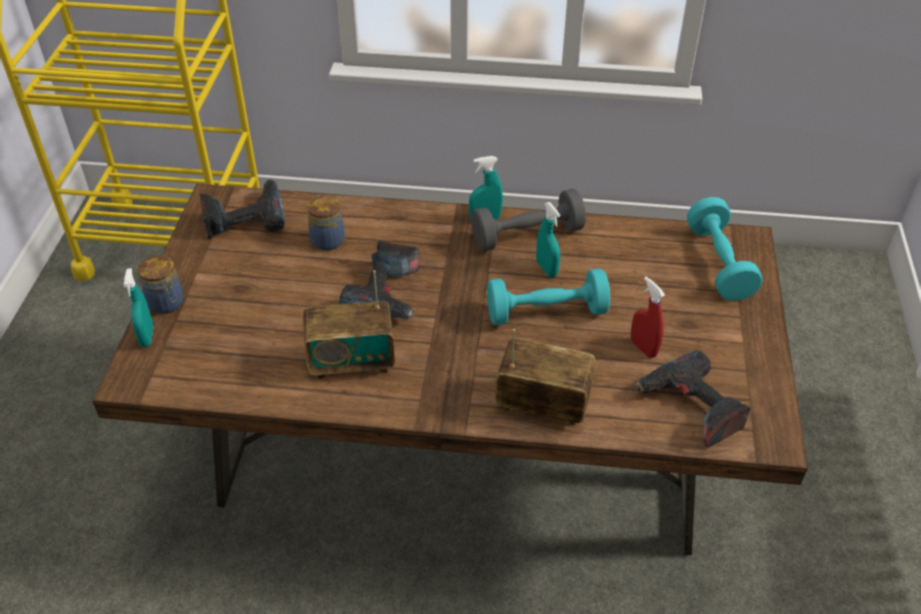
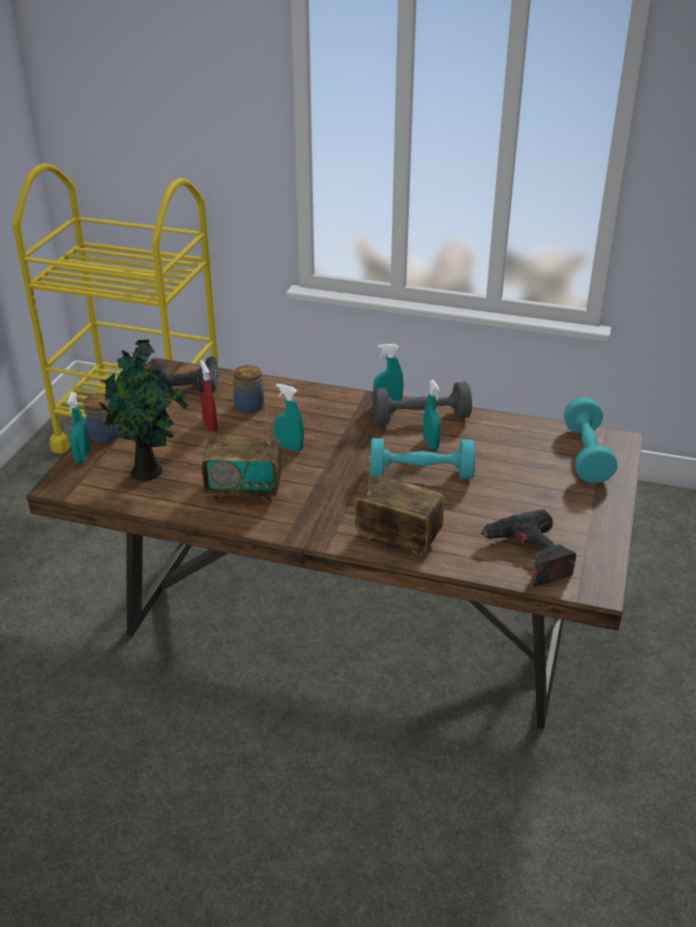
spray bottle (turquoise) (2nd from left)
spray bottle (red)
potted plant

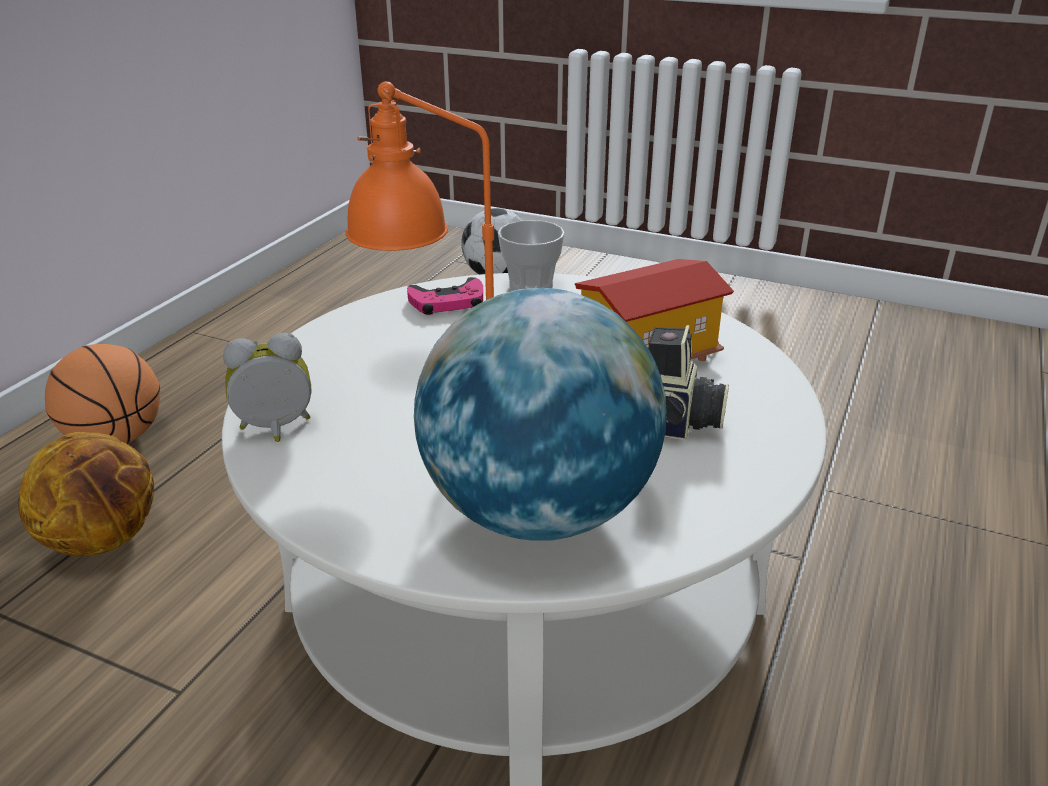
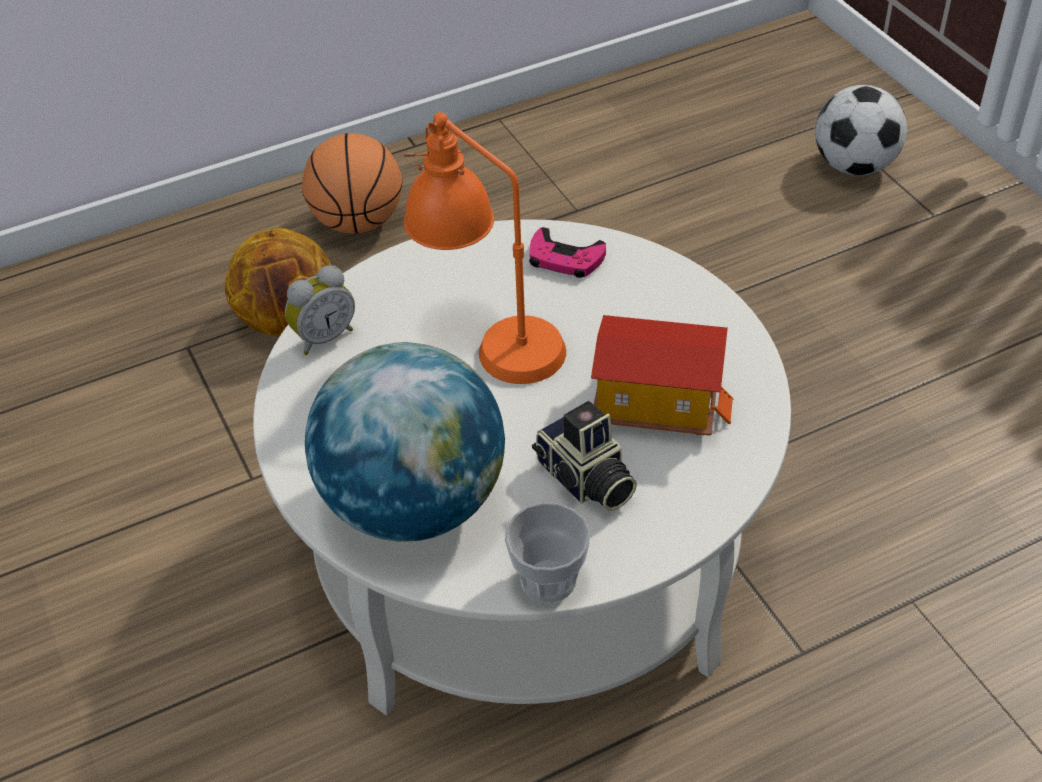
alarm clock
cup

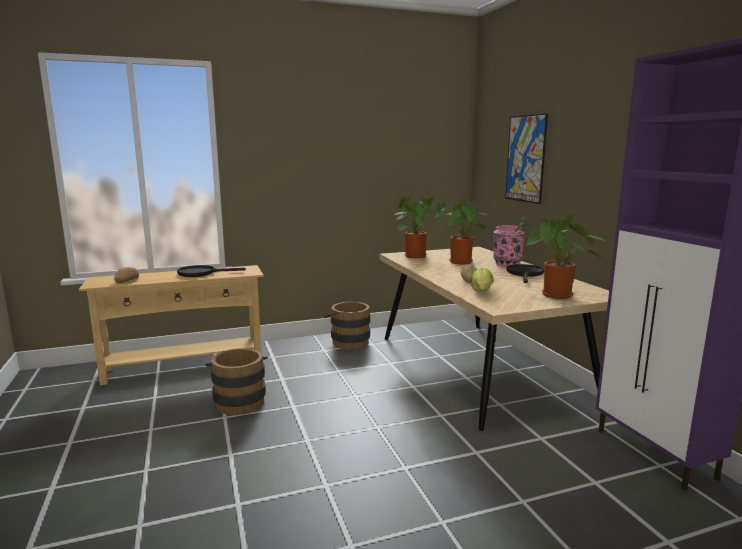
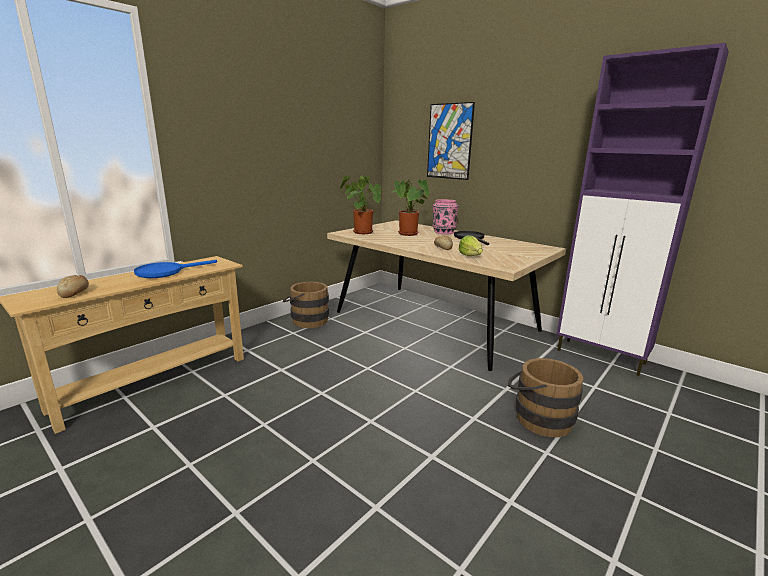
frying pan (blue)
bucket (brown) (2nd from left)
potted plant (3rd from left in the first image)

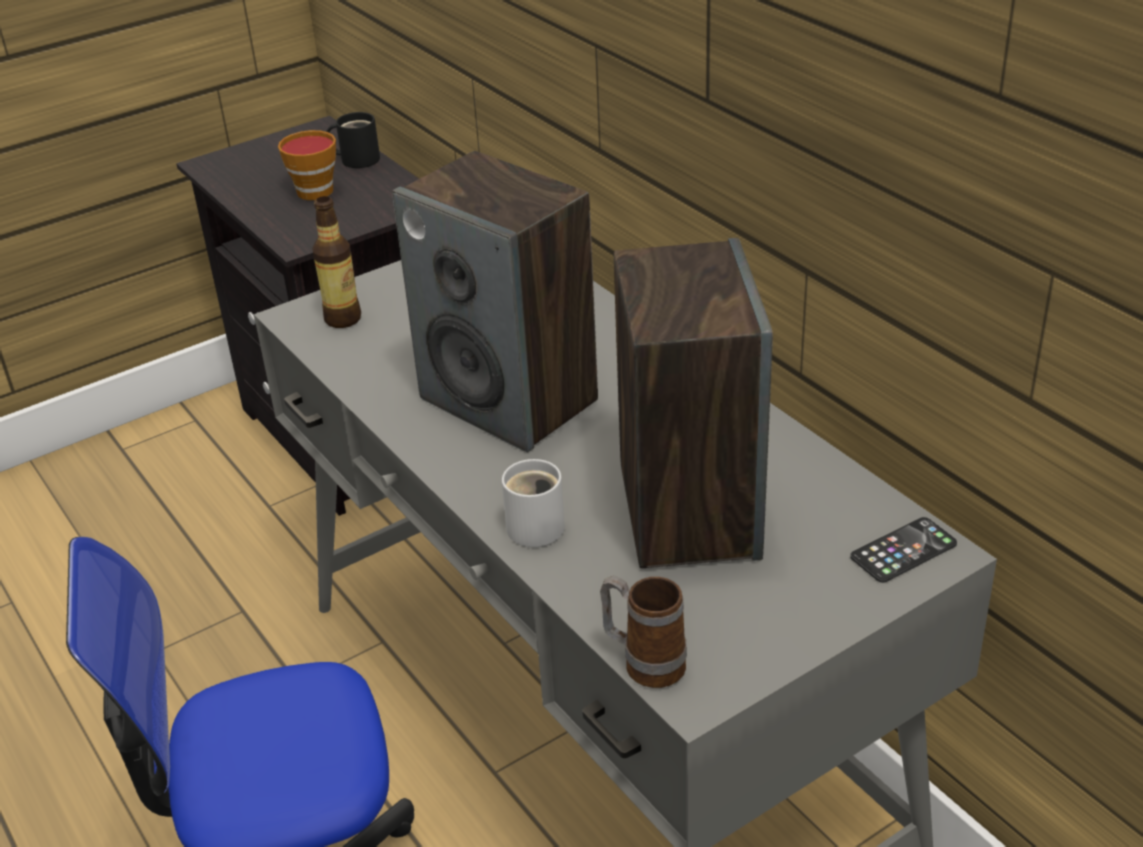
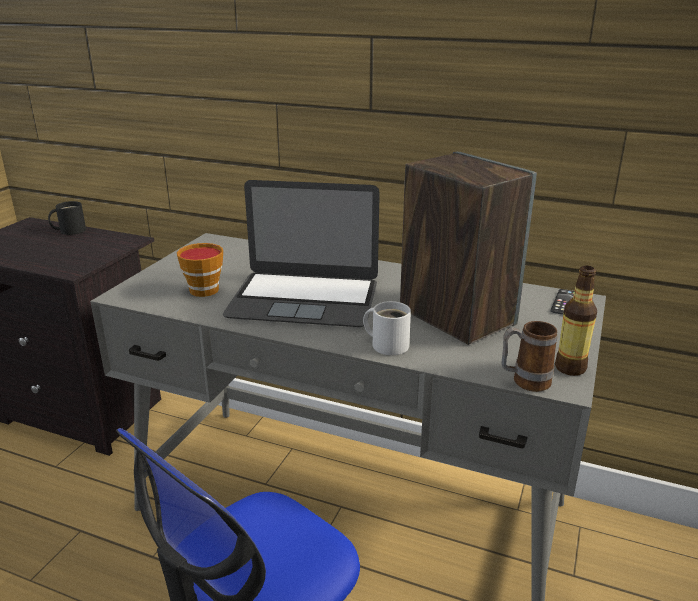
cup
bottle
laptop

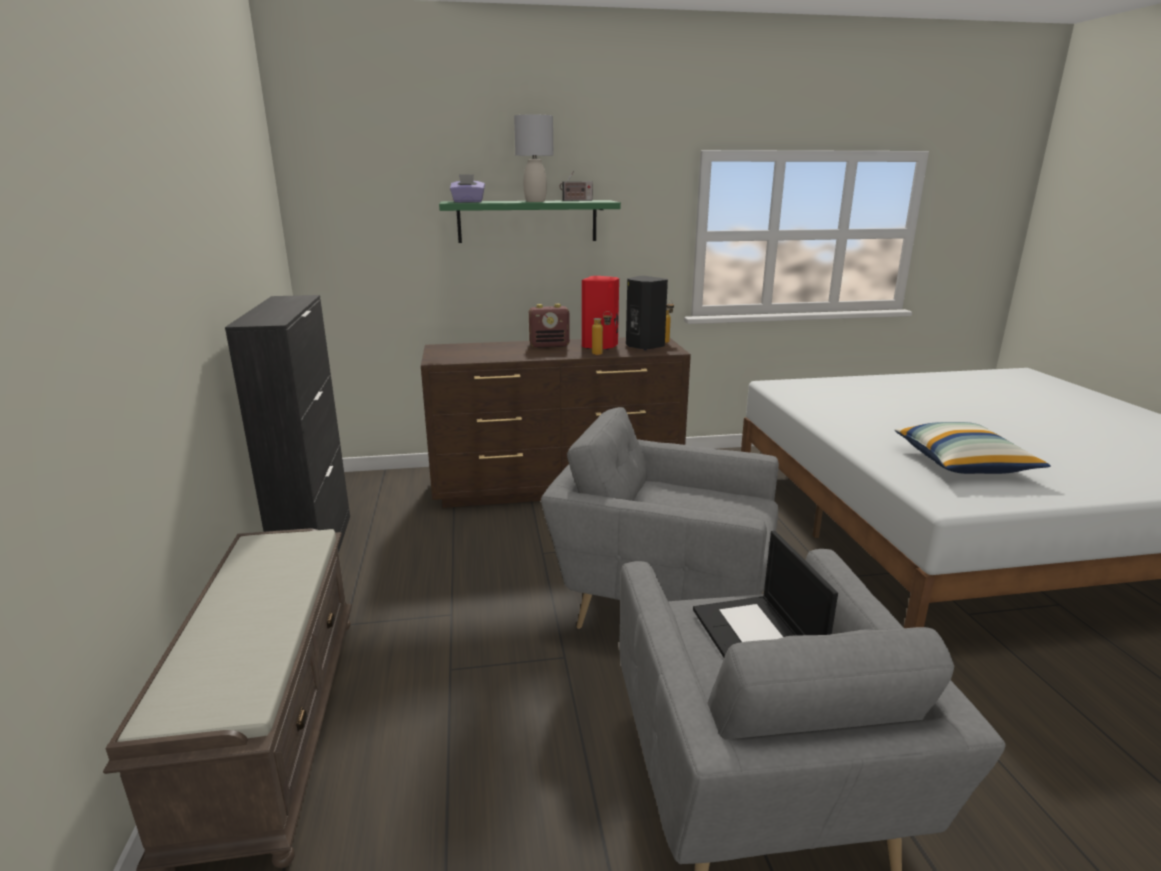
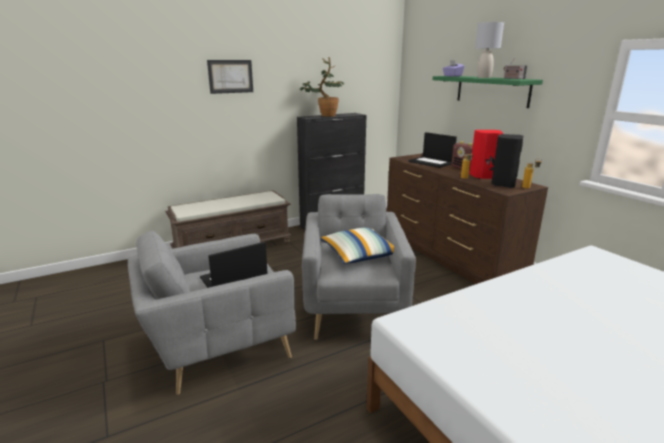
pillow
picture
potted plant
laptop (2nd from left)

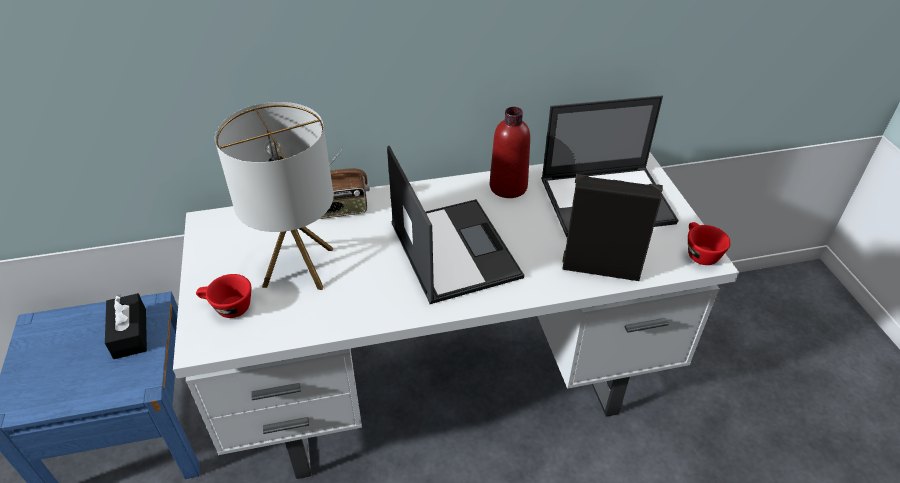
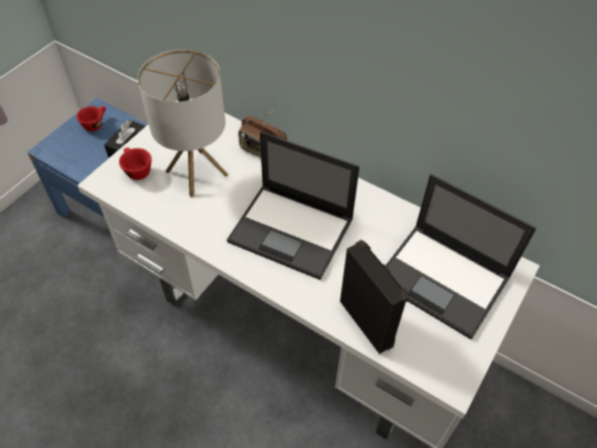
laptop (1st from left)
bottle (red)
cup (red) (1st from left)

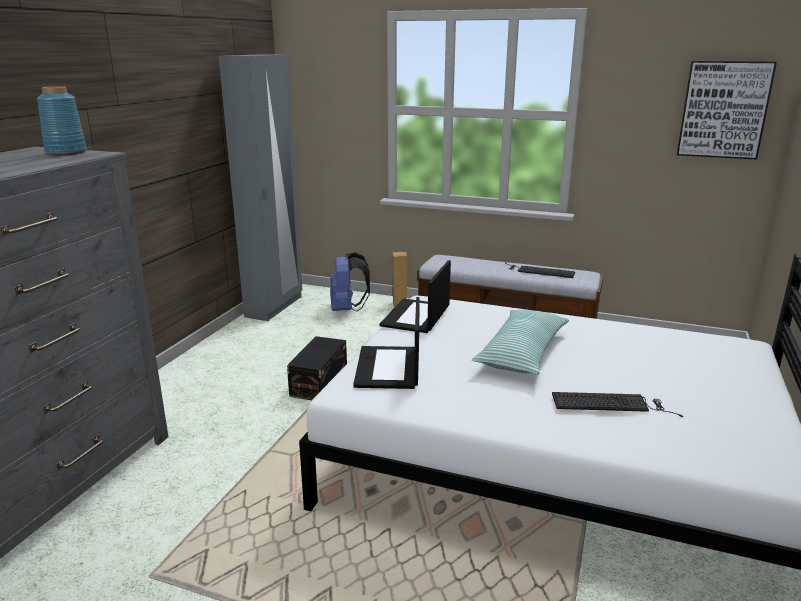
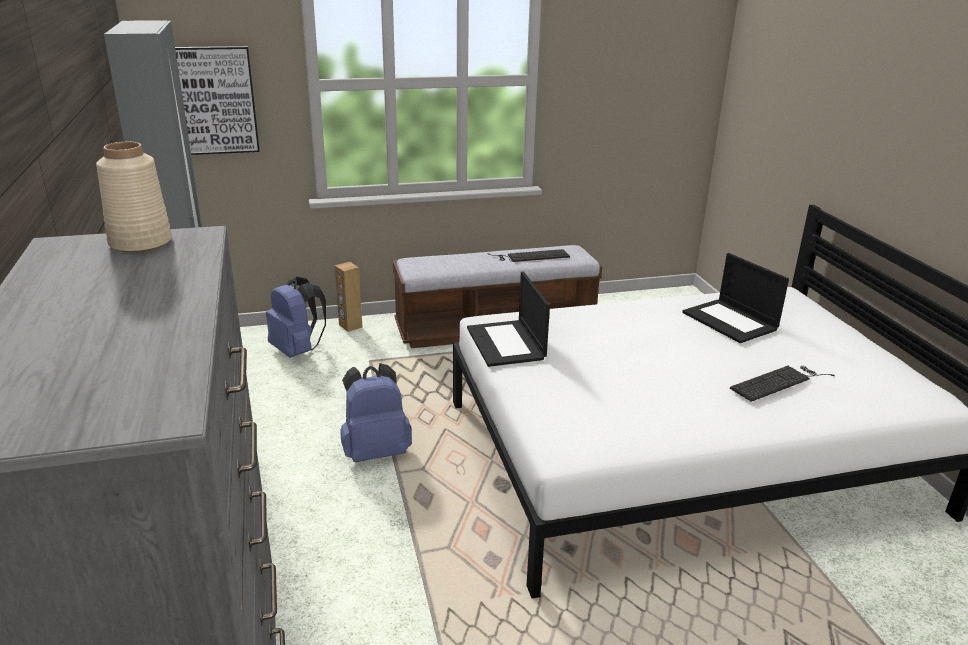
vase (beige)
backpack (blue) (2nd from left)
laptop (2nd from left)
pillow
picture

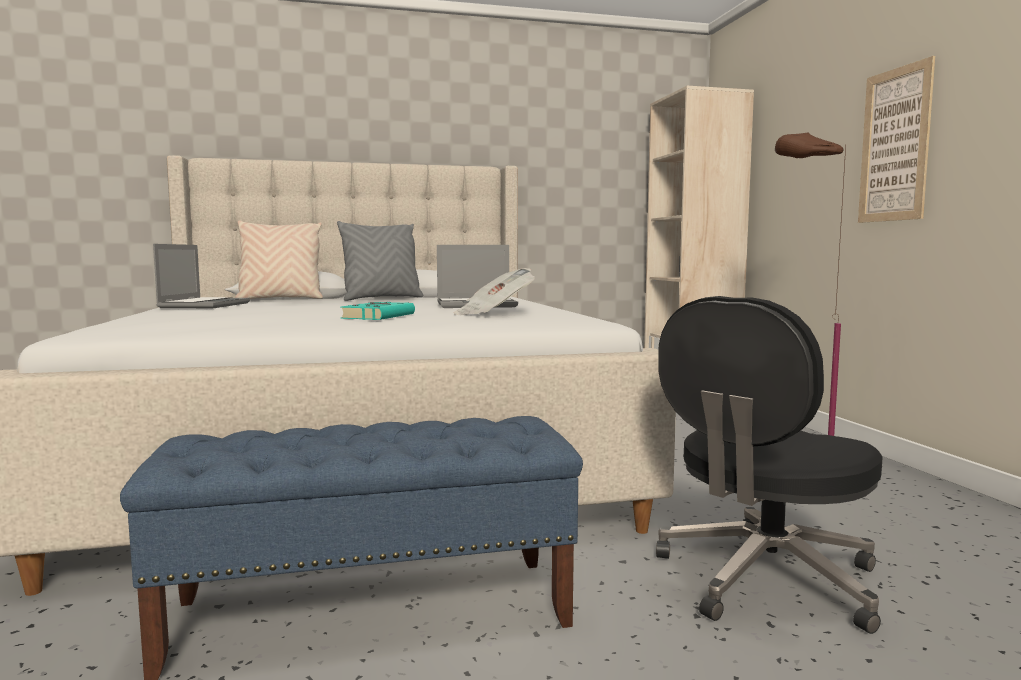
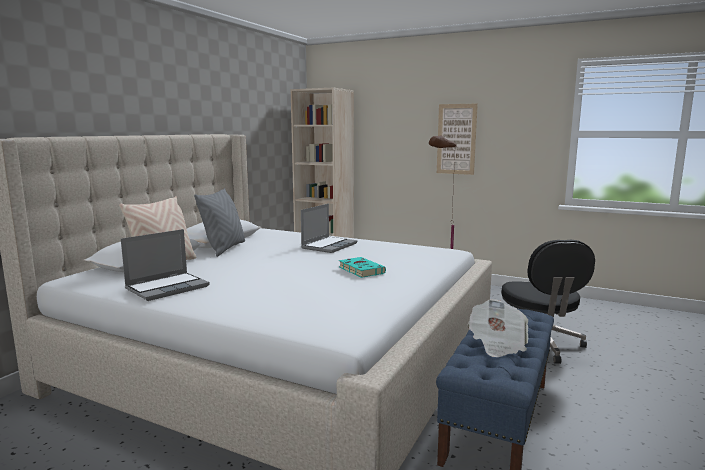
laptop (1st from left)
newspaper

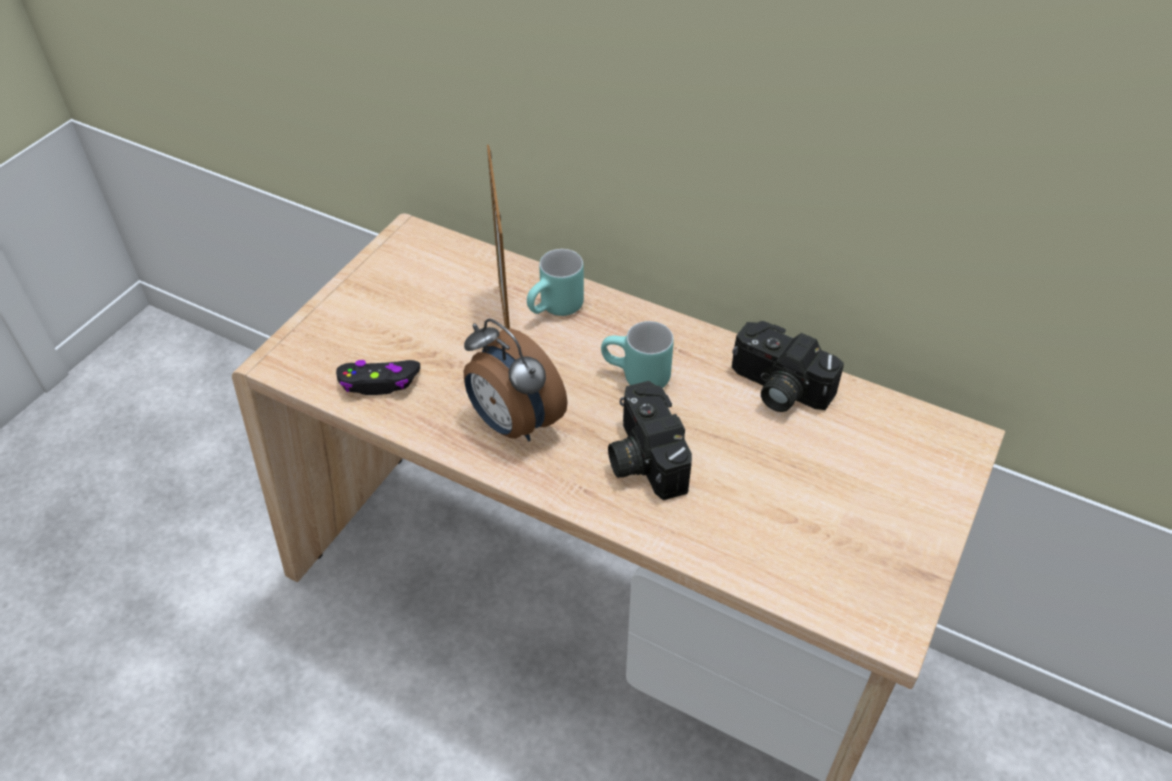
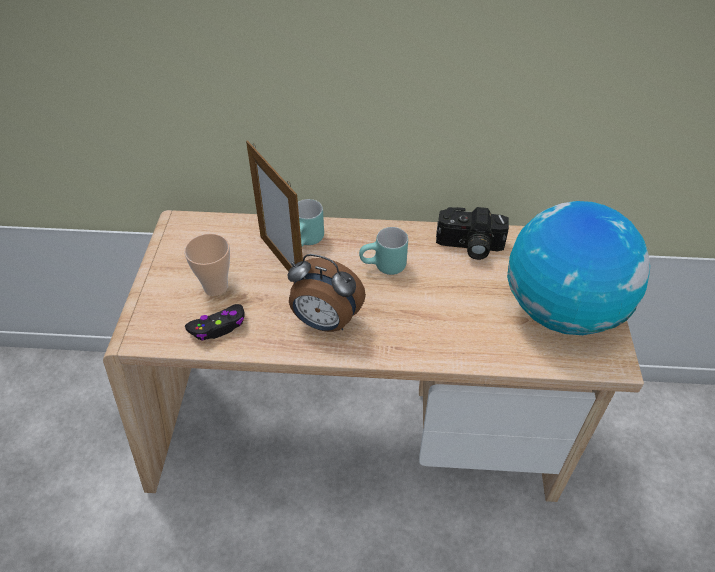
photo camera (1st from left in the first image)
cup
globe

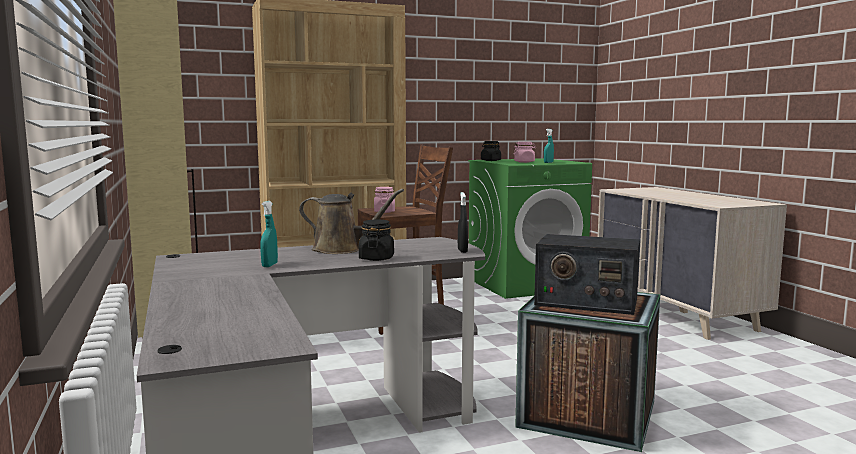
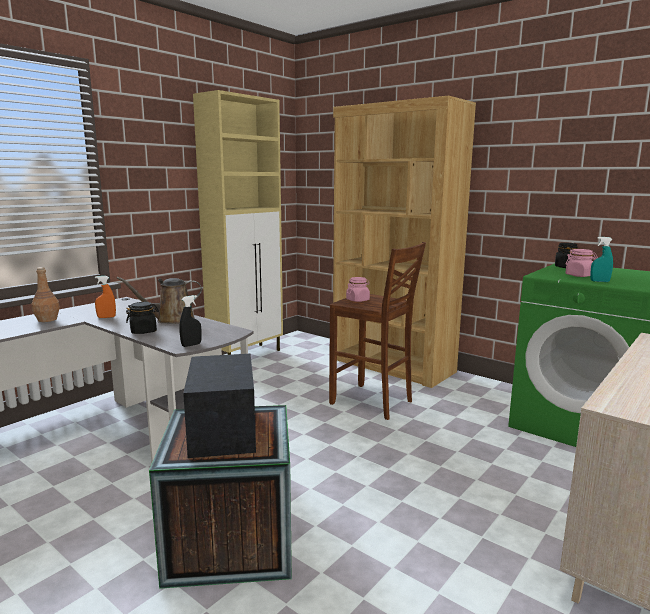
spray bottle (orange)
watering can (brown)
bottle (brown)

